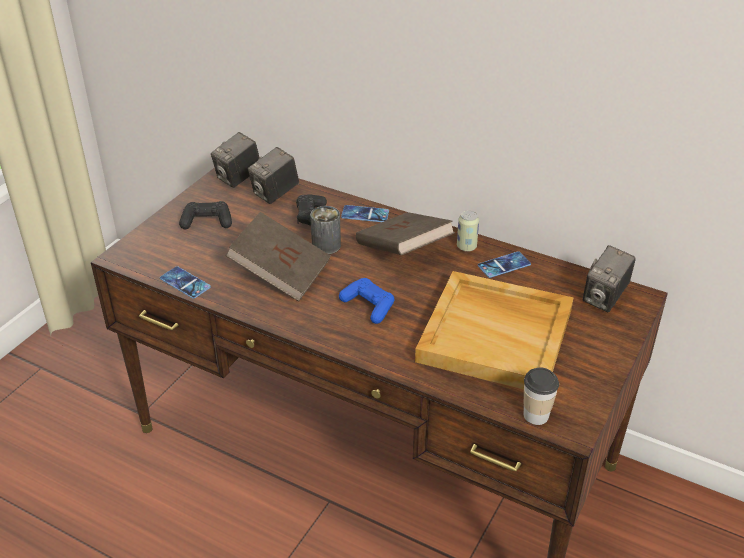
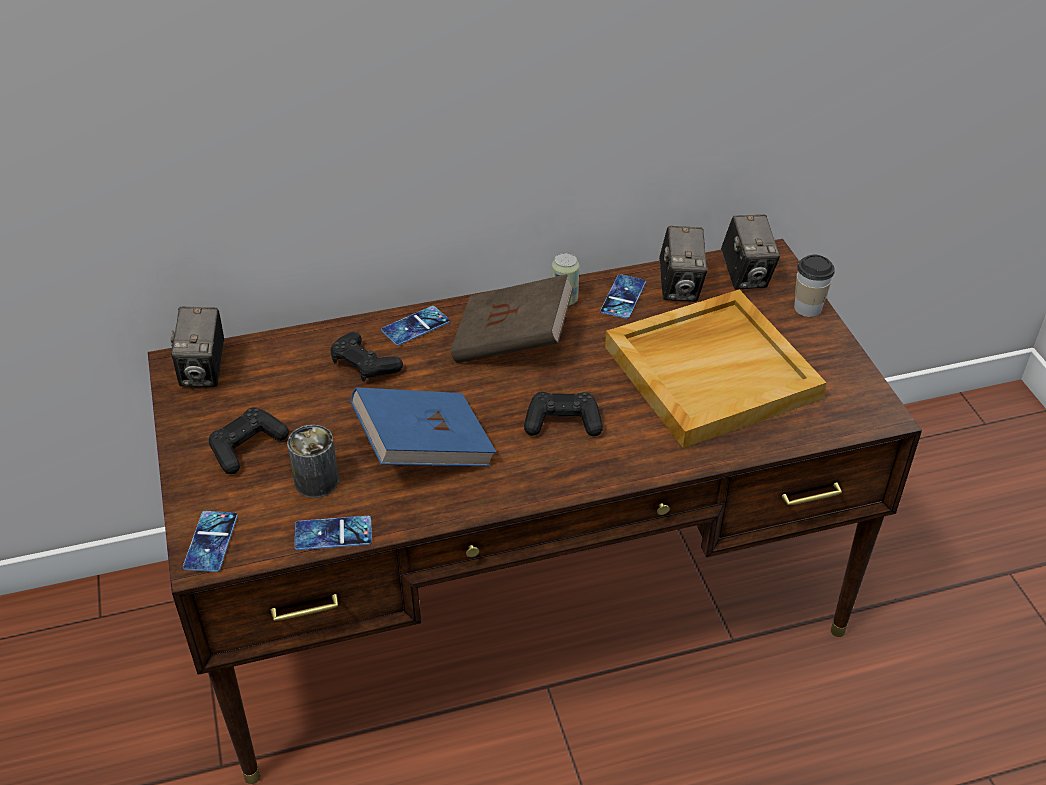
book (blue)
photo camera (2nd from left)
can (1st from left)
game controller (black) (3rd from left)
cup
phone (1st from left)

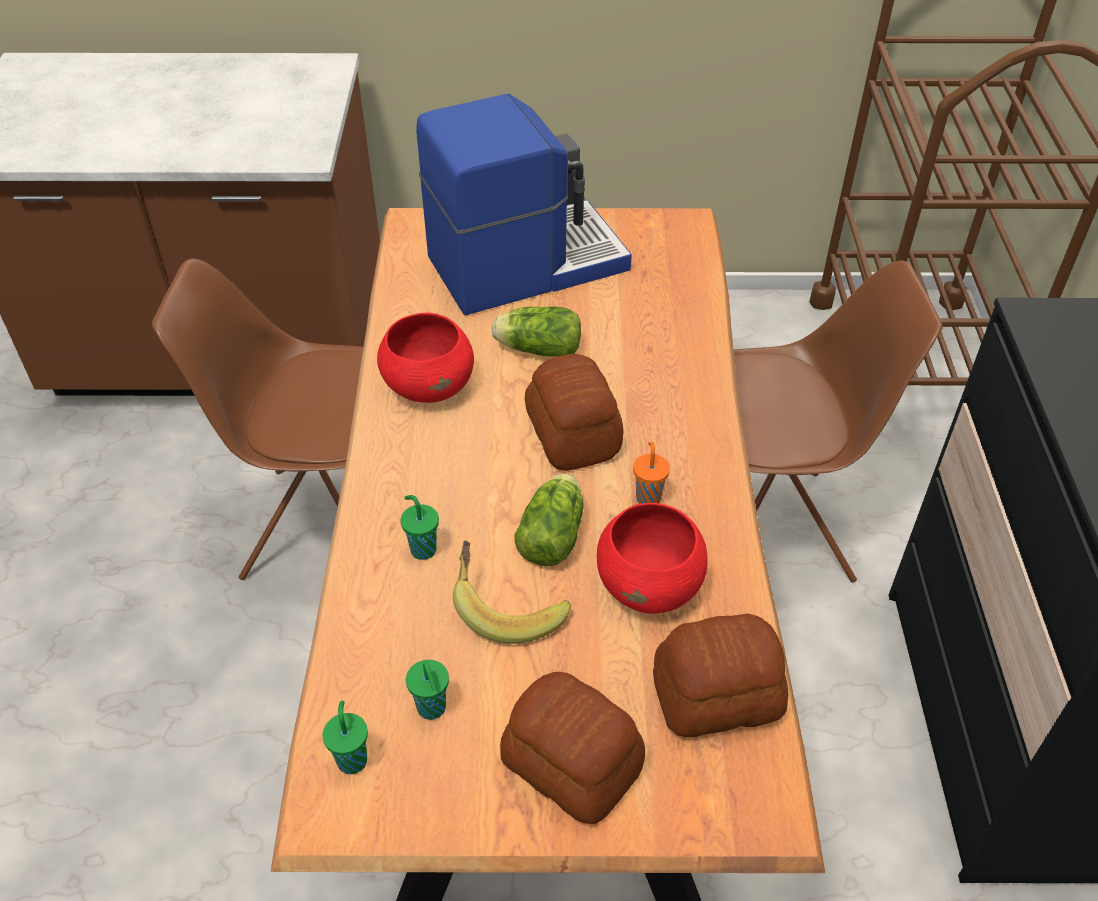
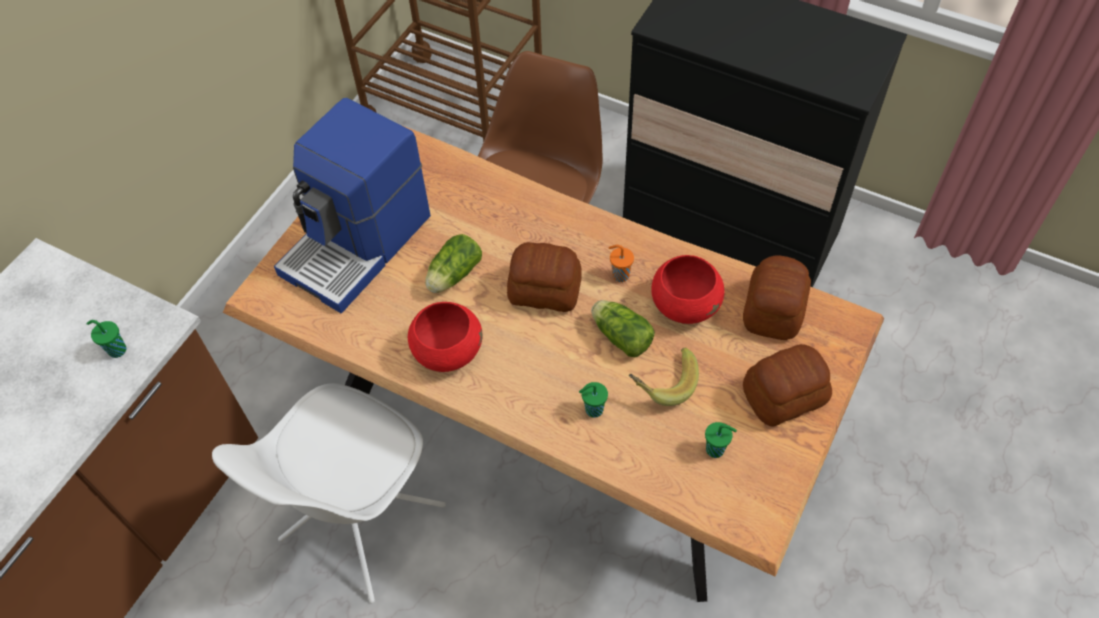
chair (white)
cup (green) (1st from left)
coffee machine

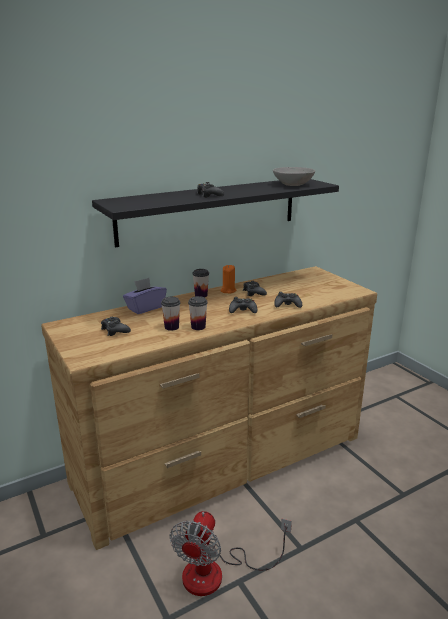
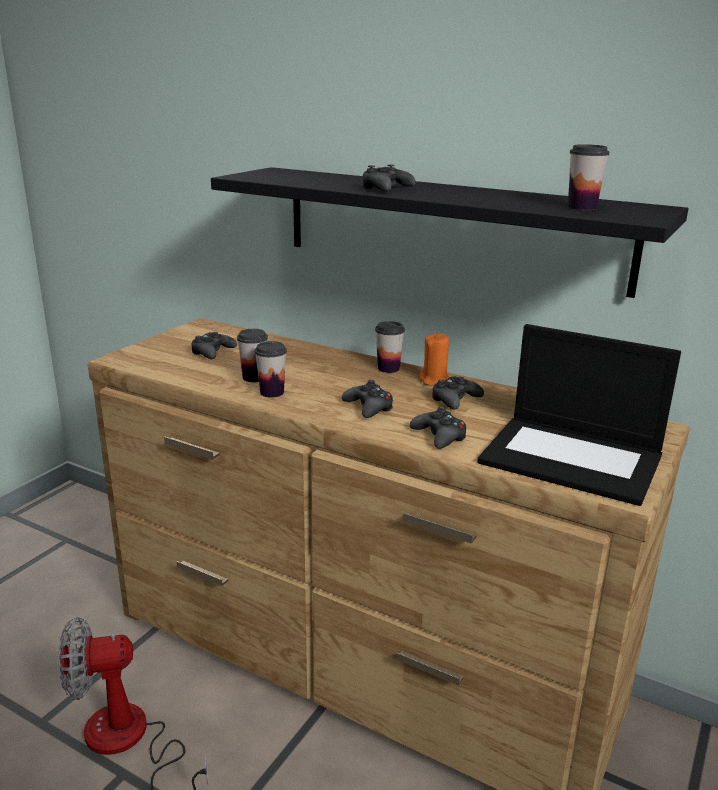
tissue box (purple)
cup (4th from left)
laptop

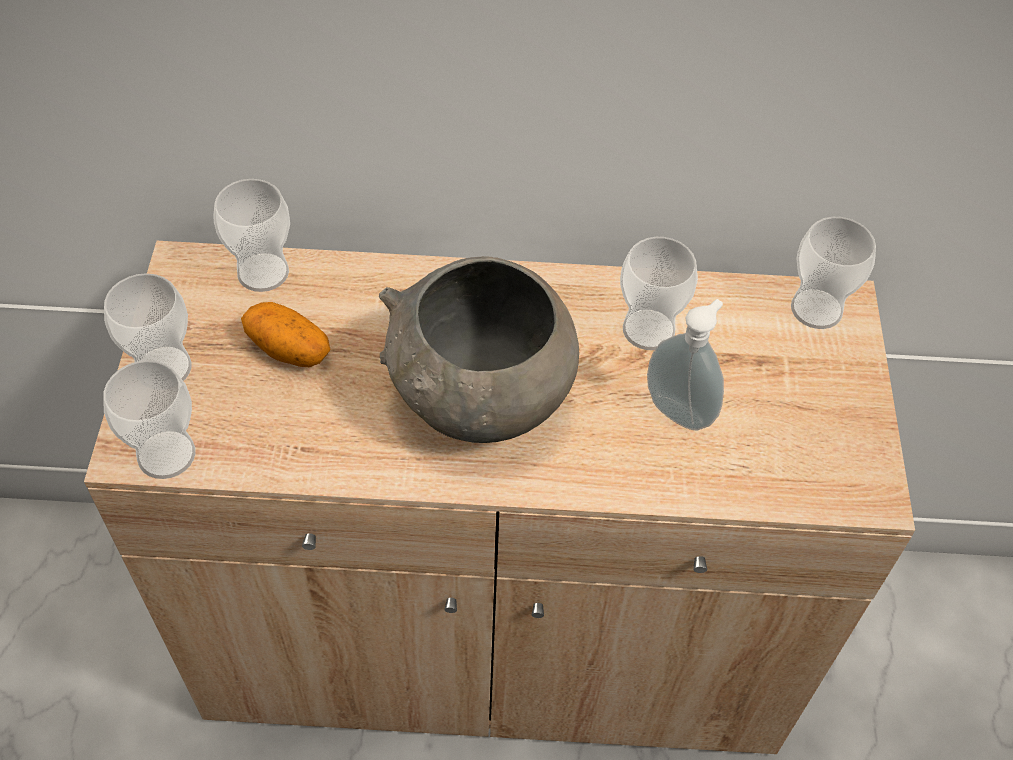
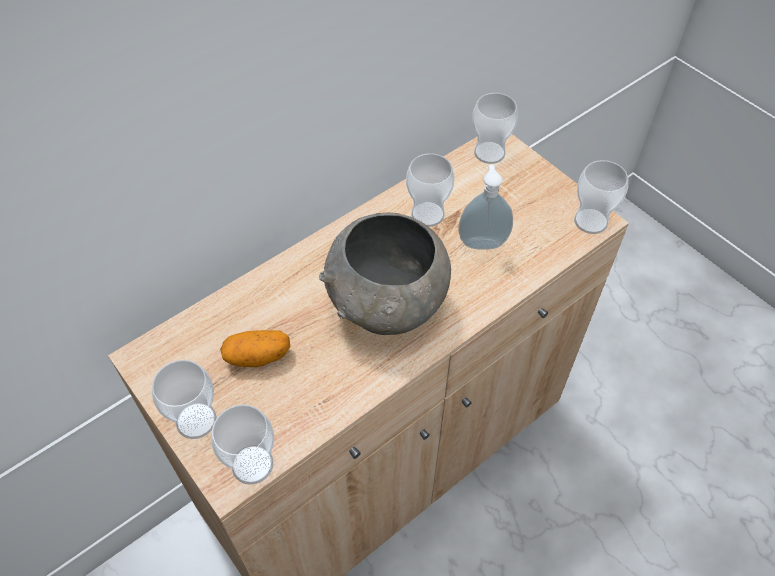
cup (5th from left)

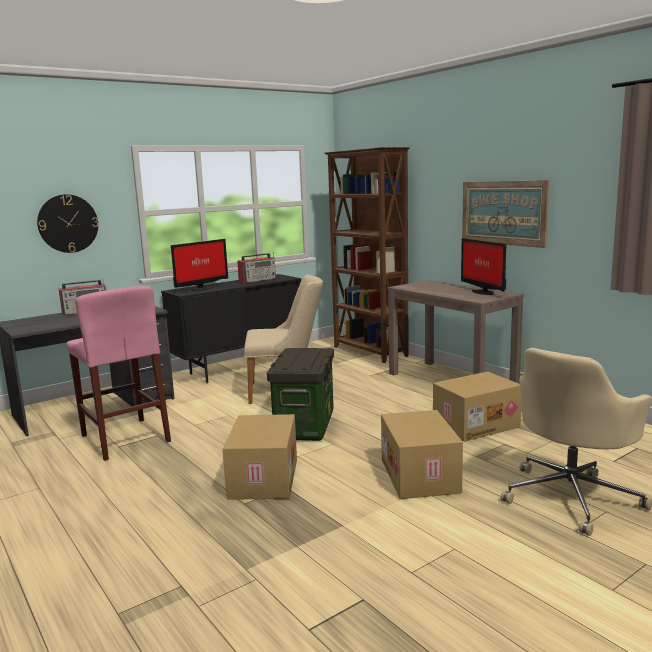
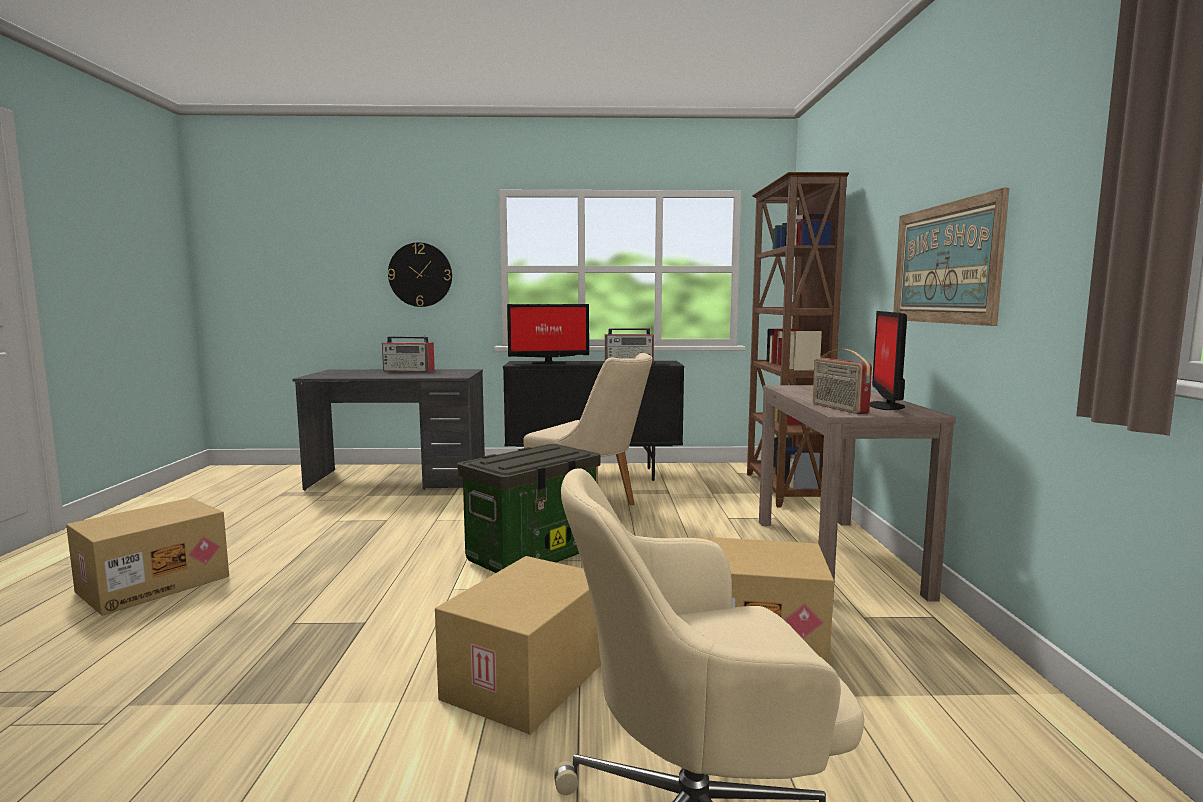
stool (pink)
cardboard box (1st from left)
radio (3rd from left)

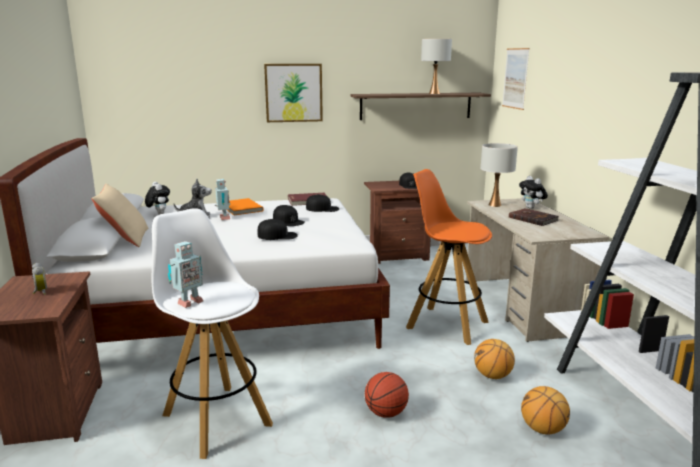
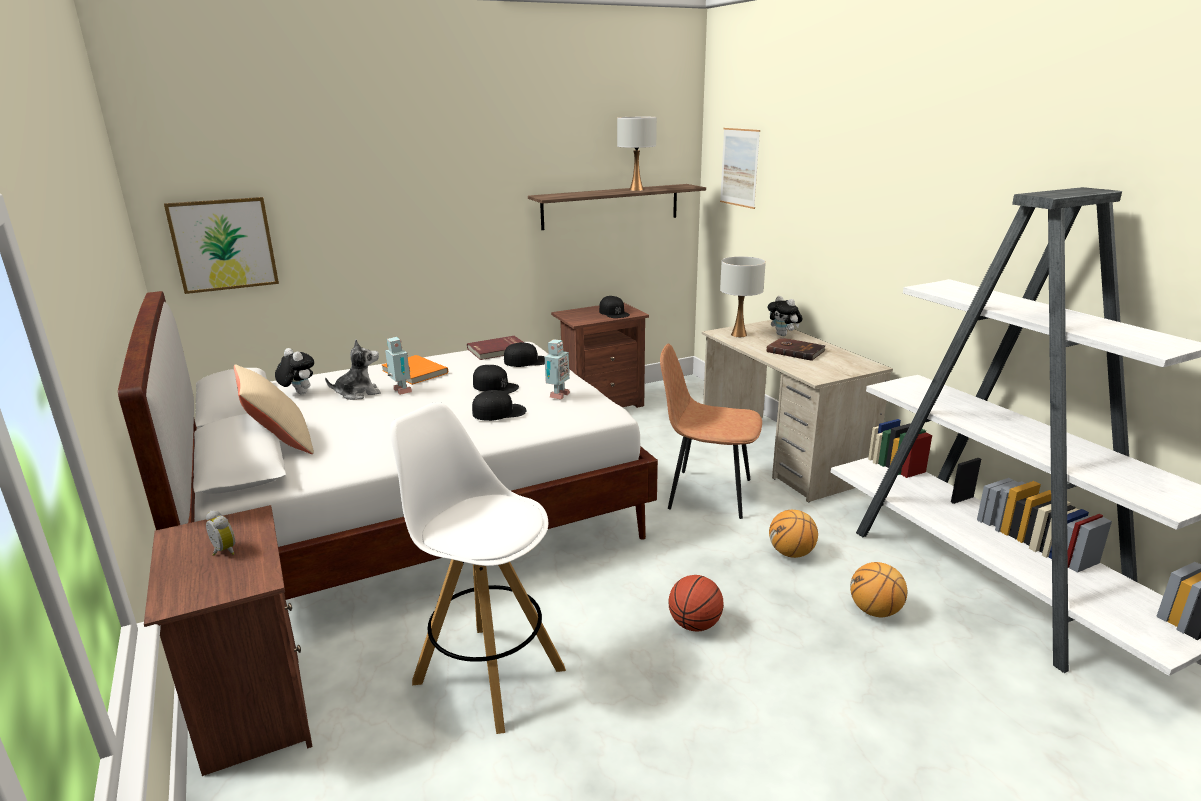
toy robot (2nd from left)
picture (1st from left)
chair (brown)

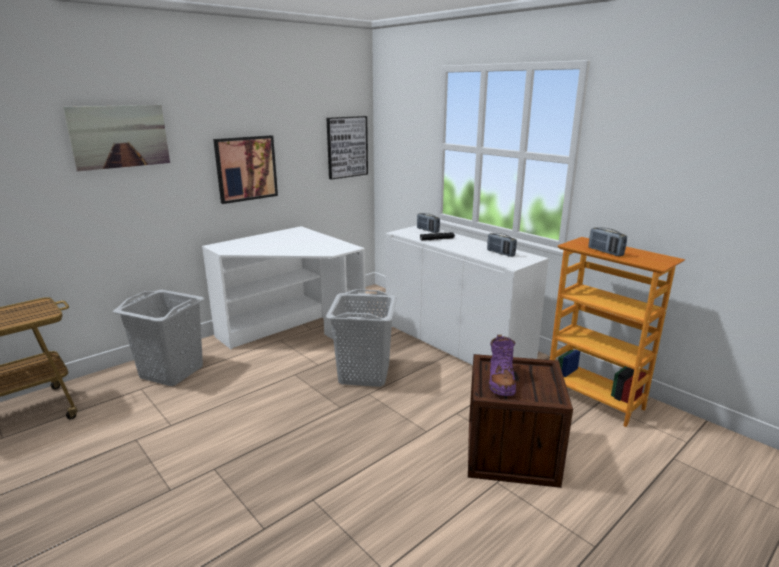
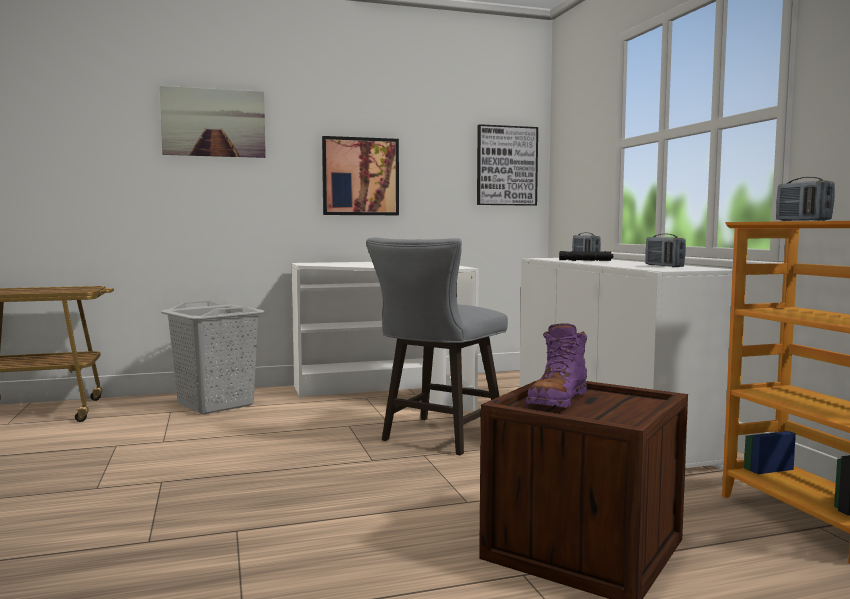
stool (grey)

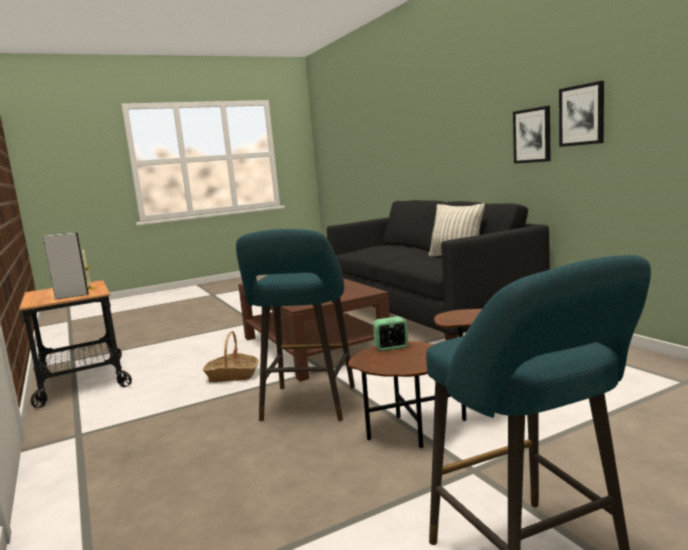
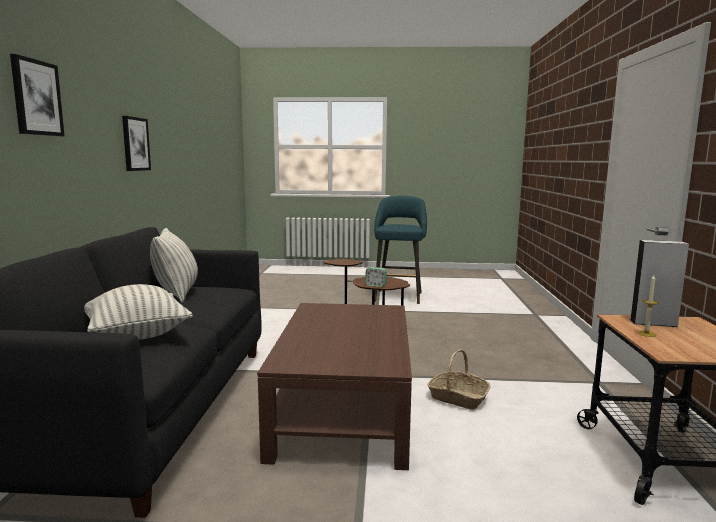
stool (turquoise) (1st from left in the first image)
picture (1st from left)
pillow (1st from left)

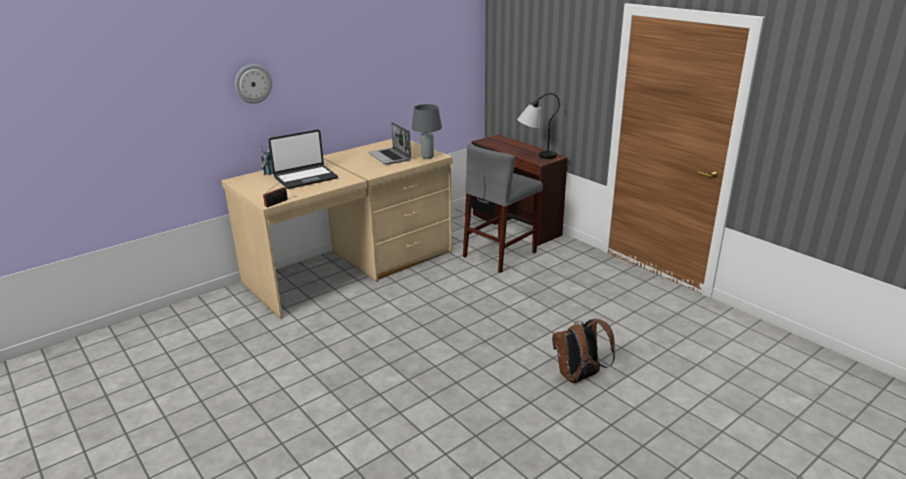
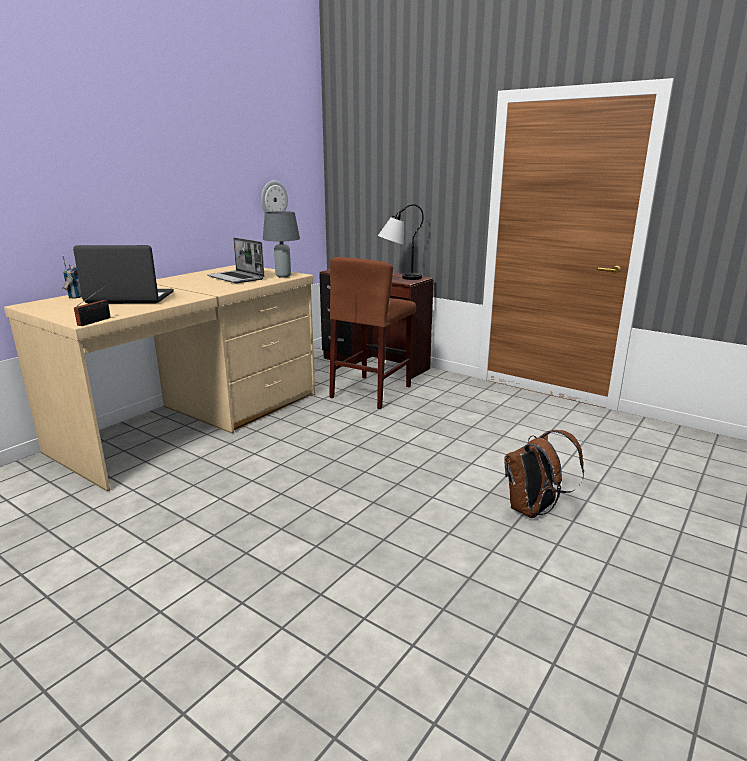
wall clock
laptop (1st from left)
stool (brown)

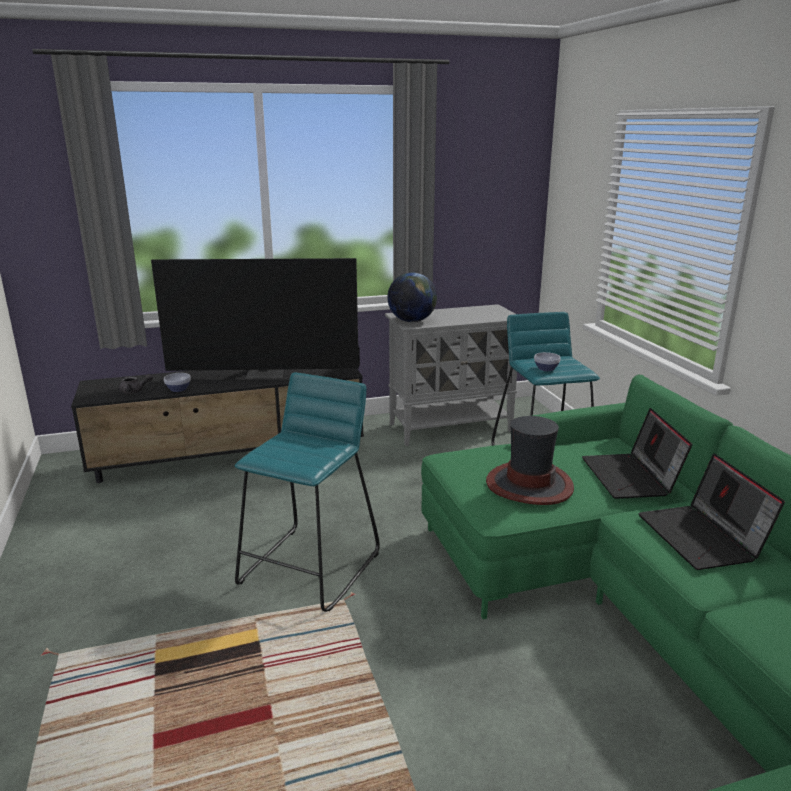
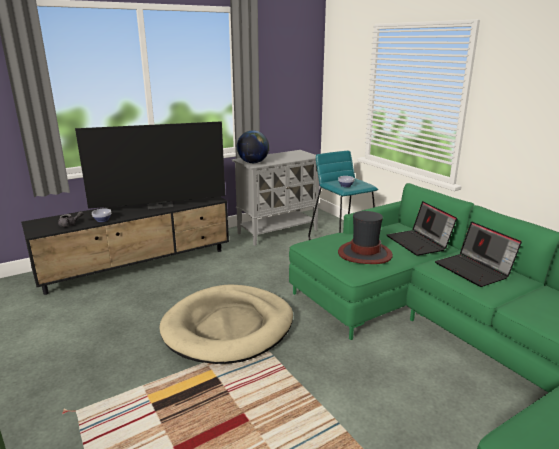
dog bed (beige)

